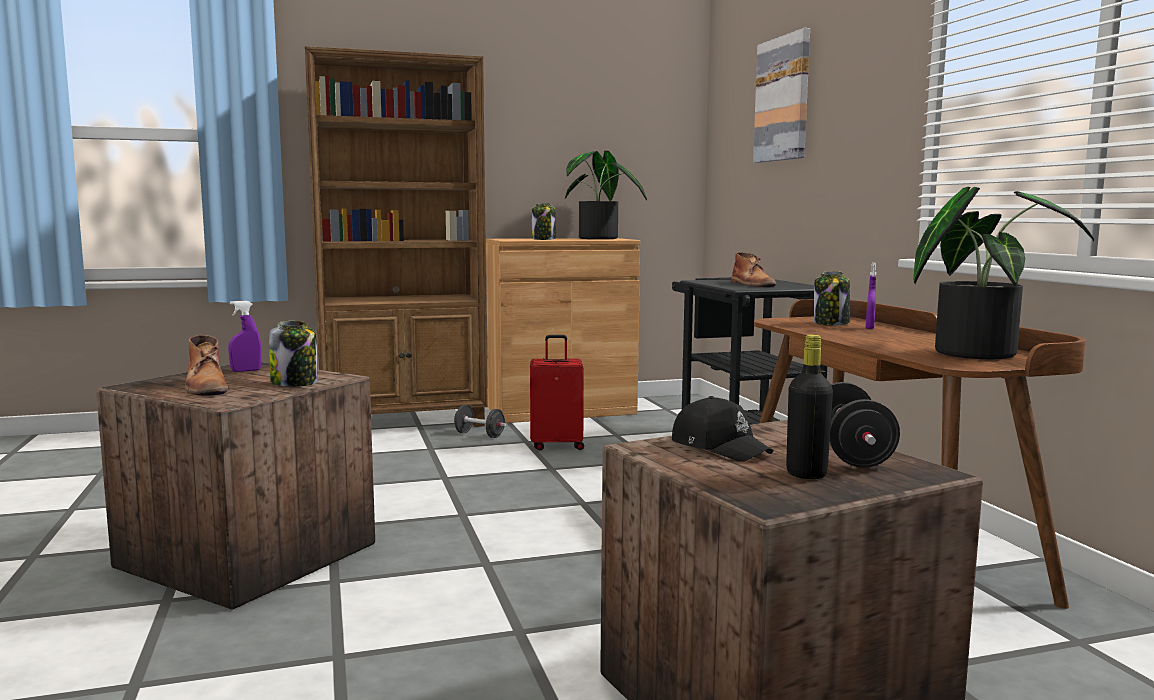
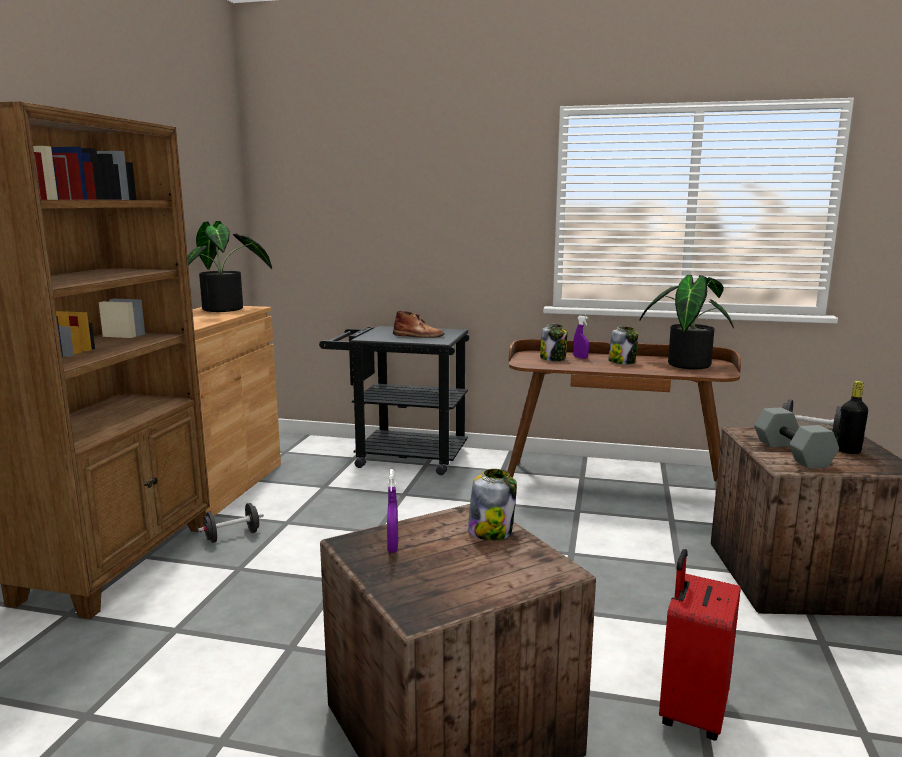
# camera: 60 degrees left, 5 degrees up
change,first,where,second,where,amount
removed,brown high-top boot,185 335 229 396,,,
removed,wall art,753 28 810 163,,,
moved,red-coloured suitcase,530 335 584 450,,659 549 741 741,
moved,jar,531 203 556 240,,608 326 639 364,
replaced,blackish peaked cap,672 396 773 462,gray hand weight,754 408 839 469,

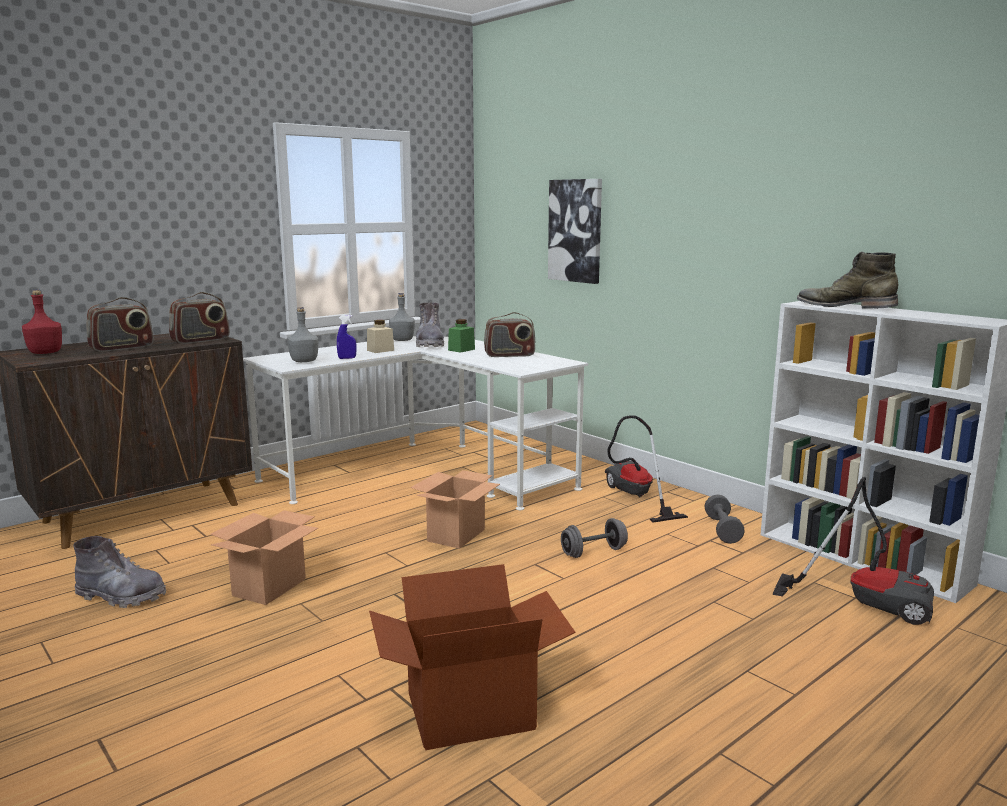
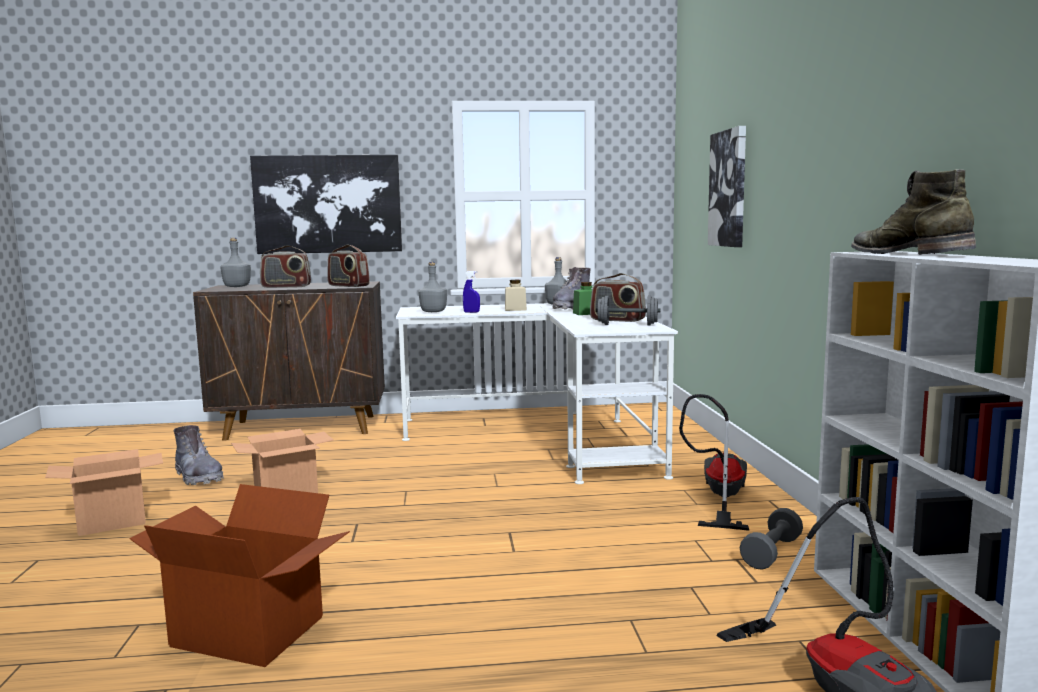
# camera: 35 degrees right, 5 degrees down
change,first,where,second,where,amount
added,,,wall art,250 155 402 254,
moved,cardboard box,411 470 500 549,,45 449 163 536,
moved,gray hand weight,561 518 628 558,,596 295 661 325,
recoloured,red-coloured beverage bottle,22 290 62 354,gray beverage bottle,220 238 251 287,
turned,radio receiver,169 292 230 344,,327 244 370 287,45 degrees clockwise

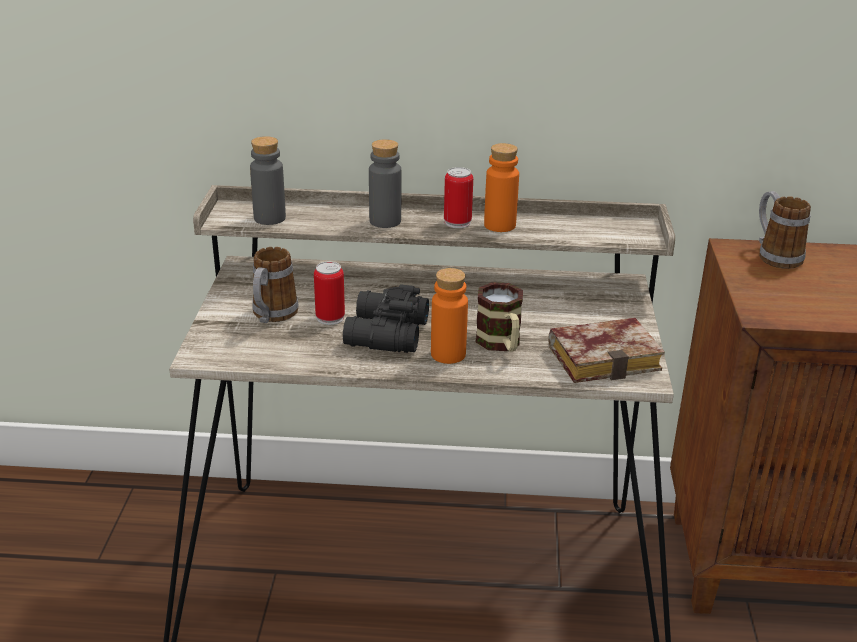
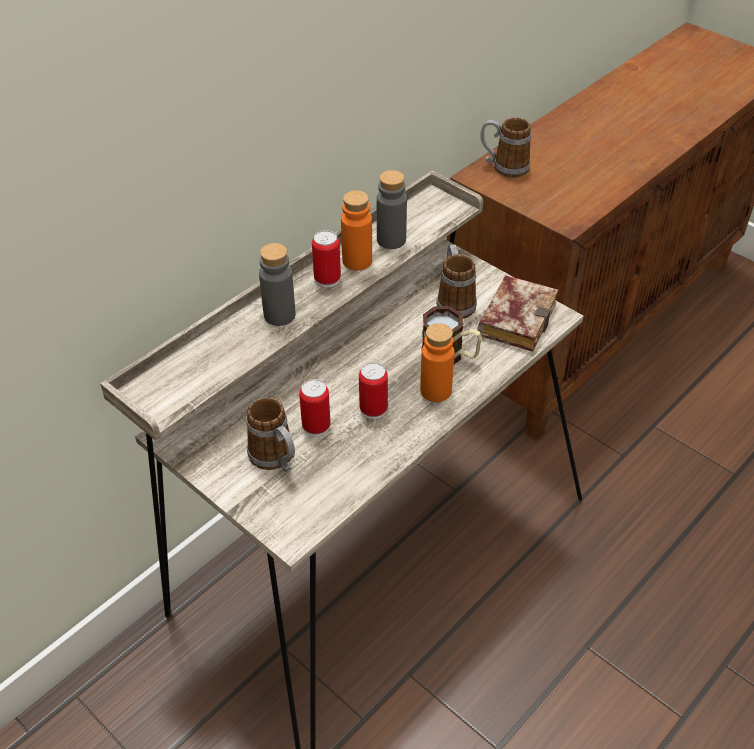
# camera: 50 degrees left, 15 degrees up
change,first,where,second,where,amount
added,,,mug,436 245 477 319,
moved,gray beverage bottle,250 136 286 225,,377 170 407 249,
replaced,blackish field glasses,343 284 429 353,metal can,359 362 388 419,

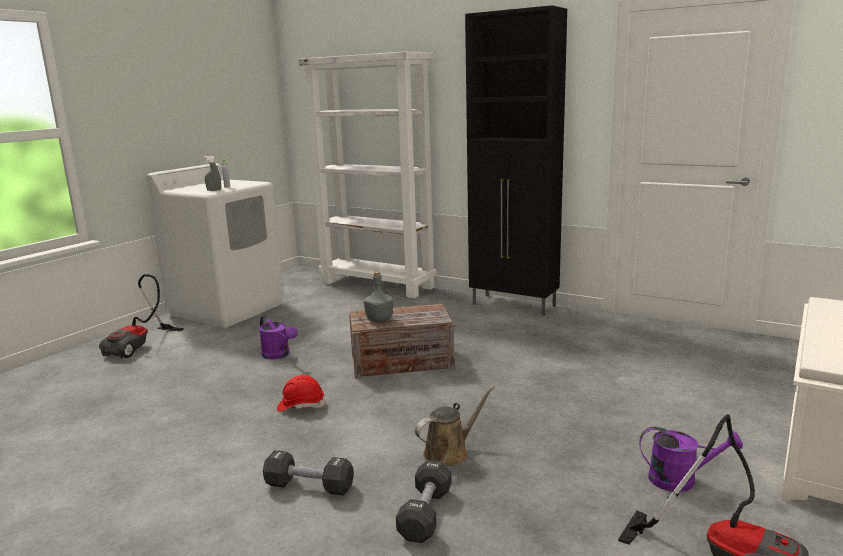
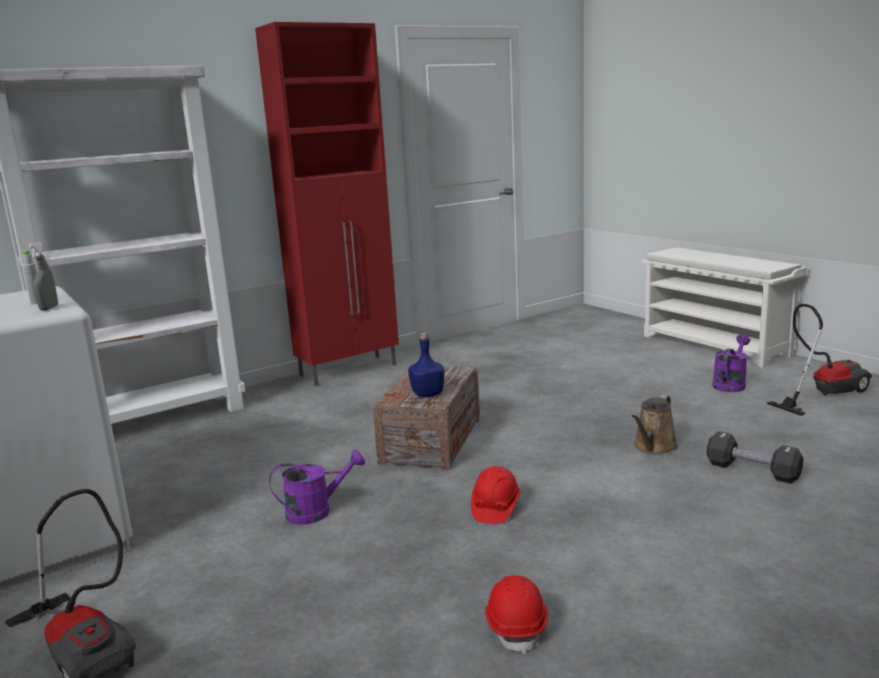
# camera: 65 degrees left, 0 degrees up
change,first,where,second,where,amount
removed,blackish hand weight,263 450 354 495,,,
added,,,red-coloured hard hat,485 575 548 654,
recoloured,gray beverage bottle,364 272 394 322,blue beverage bottle,408 333 445 397,
recoloured,blackish storage cabinet,465 5 567 316,red-coloured storage cabinet,255 22 399 386,
turned,brown watering pot,415 386 495 466,,632 395 678 455,135 degrees counterclockwise

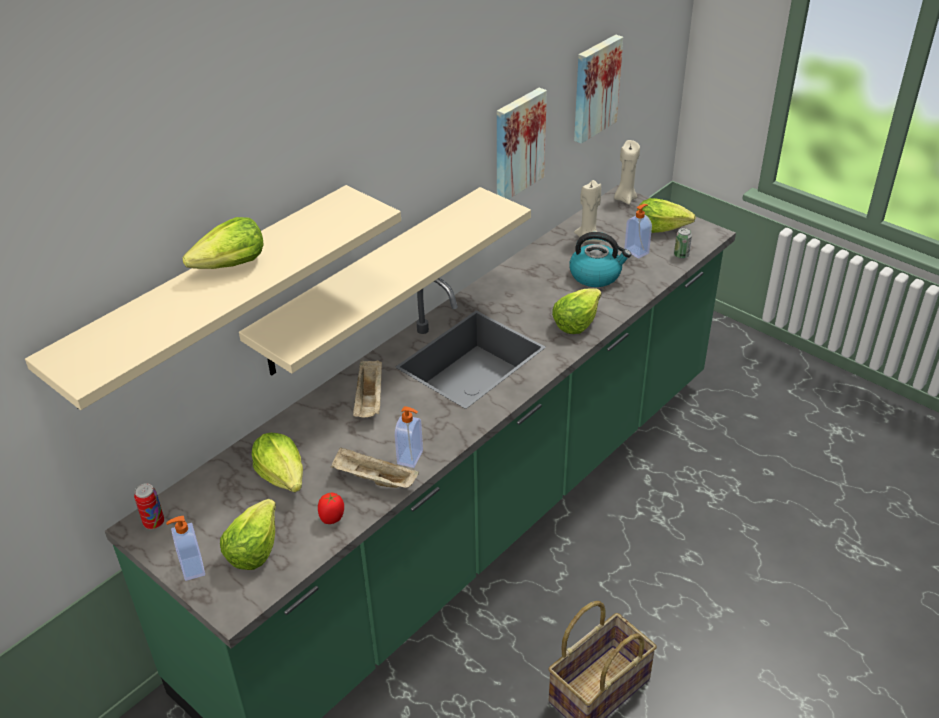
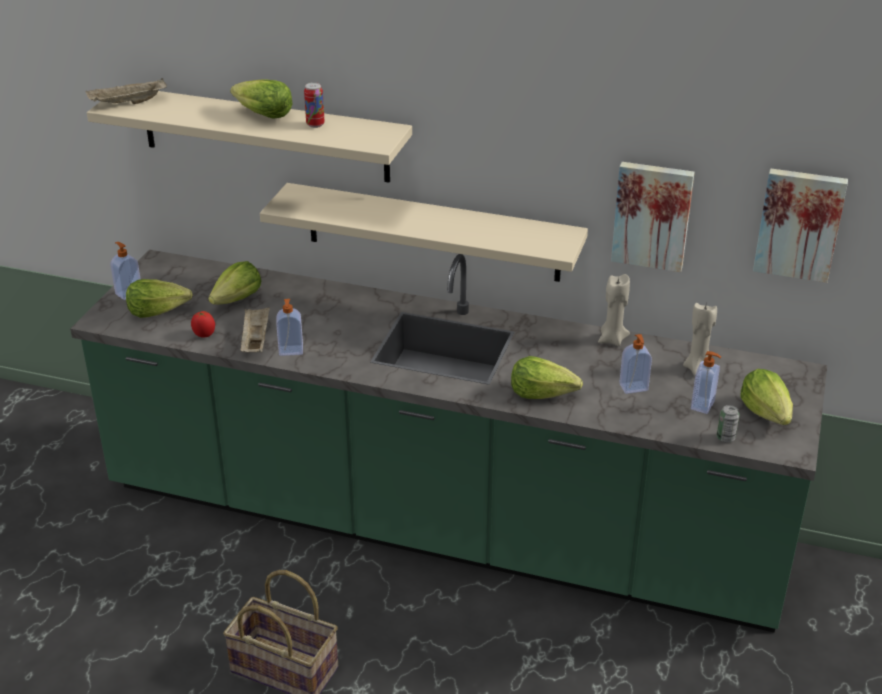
# camera: 65 degrees right, 5 degrees down
change,first,where,second,where,amount
moved,metal can,134 483 164 529,,304 82 325 128,
moved,beige-coloured serving tray,353 360 382 418,,86 78 167 104,
moved,beige-coloured candle,614 140 640 205,,598 274 630 346,
replaced,tea kettle,569 232 631 287,soap dispenser,619 334 652 394,

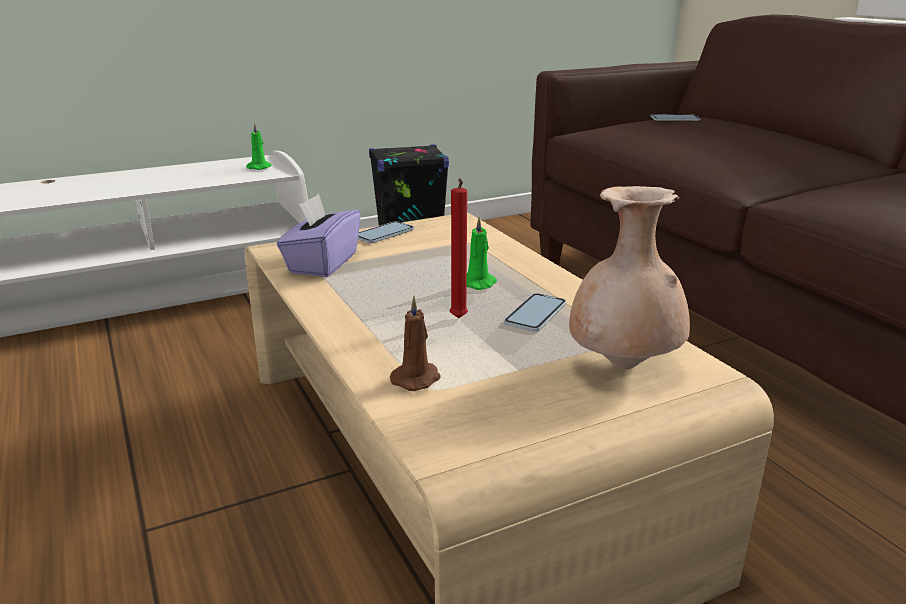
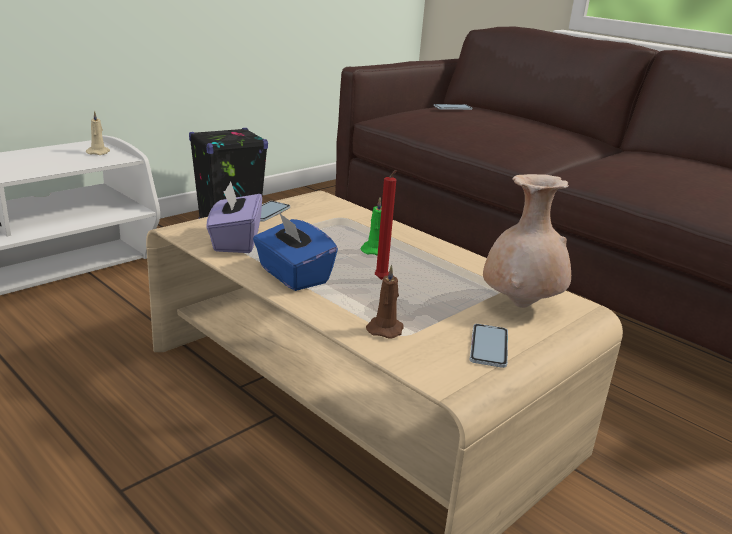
# camera: 20 degrees left, 0 degrees up
change,first,where,second,where,amount
added,,,blue tissue box,253 212 338 291,
moved,handset,504 293 566 332,,470 324 508 368,
recoloured,green-coloured candle,246 123 271 170,beige-coloured candle,86 111 110 155,

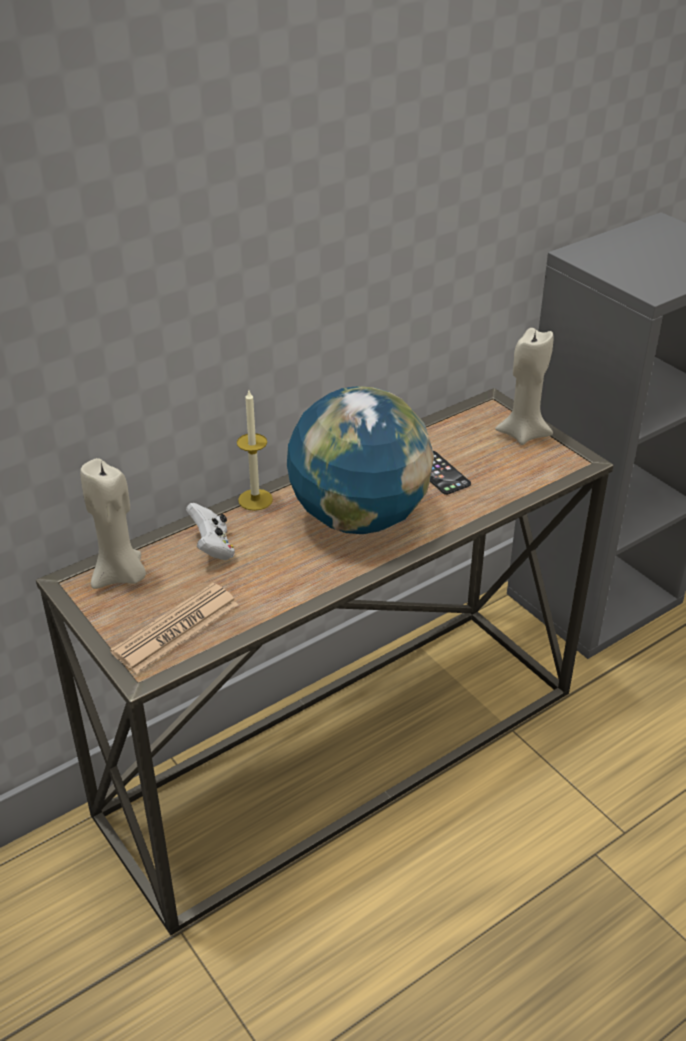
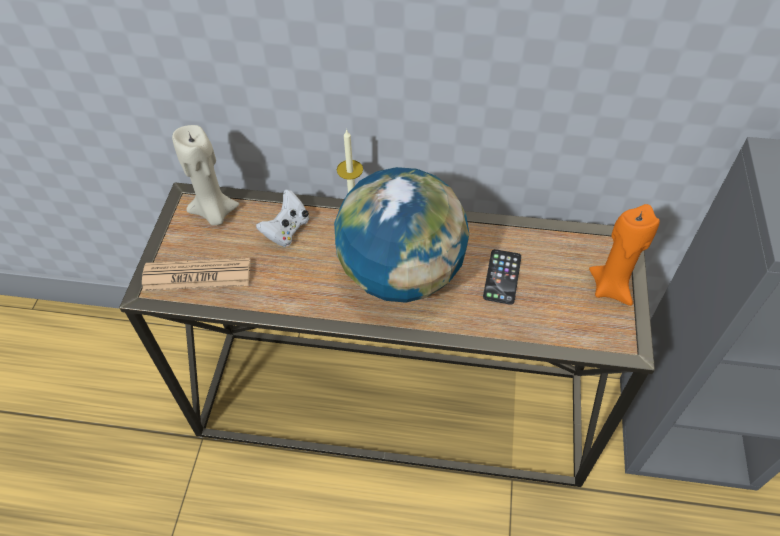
# camera: 45 degrees right, 15 degrees up
change,first,where,second,where,amount
recoloured,beige-coloured candle,495 328 553 445,orange-coloured candle,589 204 660 306,

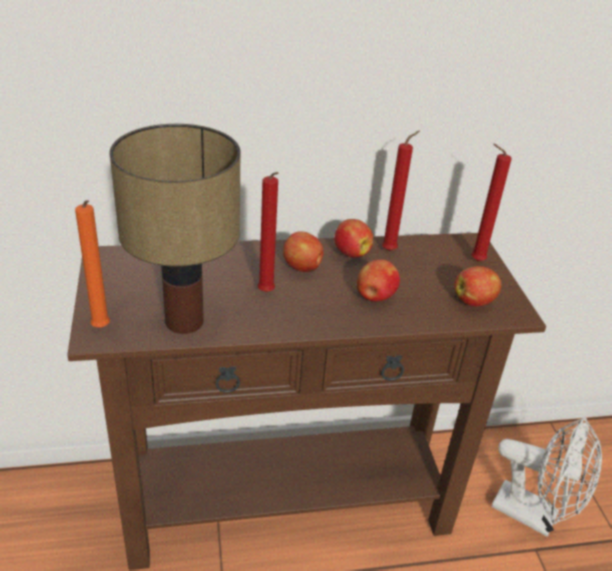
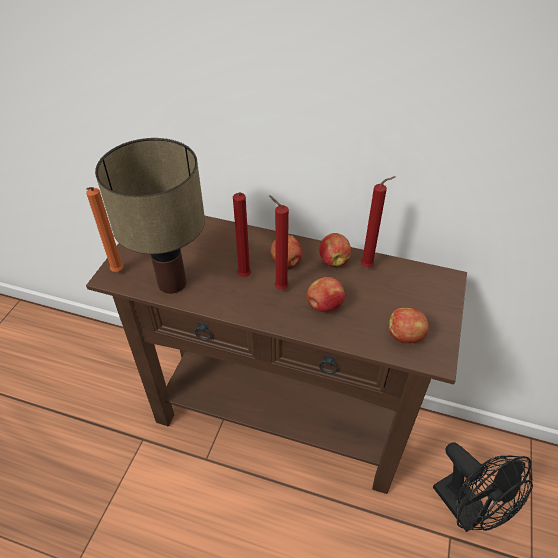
# camera: 30 degrees right, 10 degrees up
change,first,where,second,where,amount
moved,red-coloured candle,471 144 512 261,,269 195 289 290,
recoloured,white-coloured fan,492 418 602 537,blackish fan,433 442 533 532,

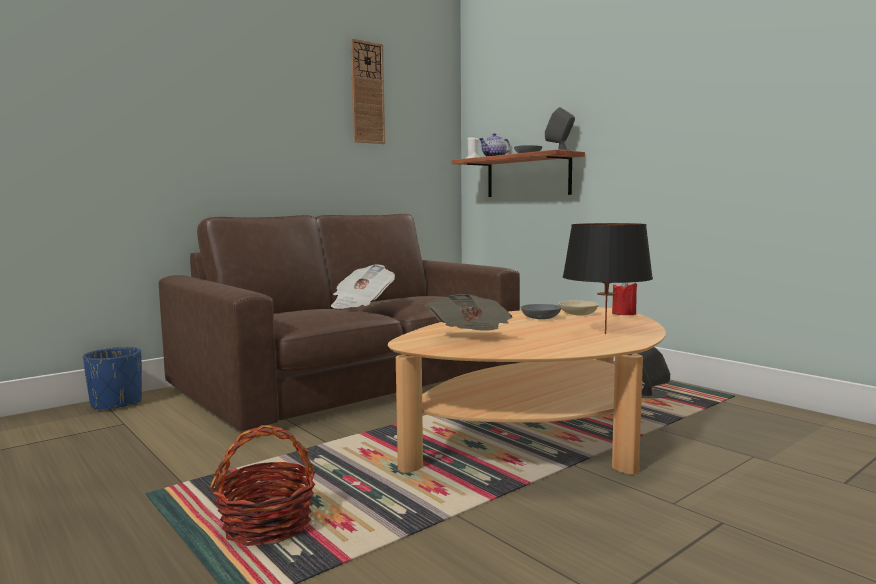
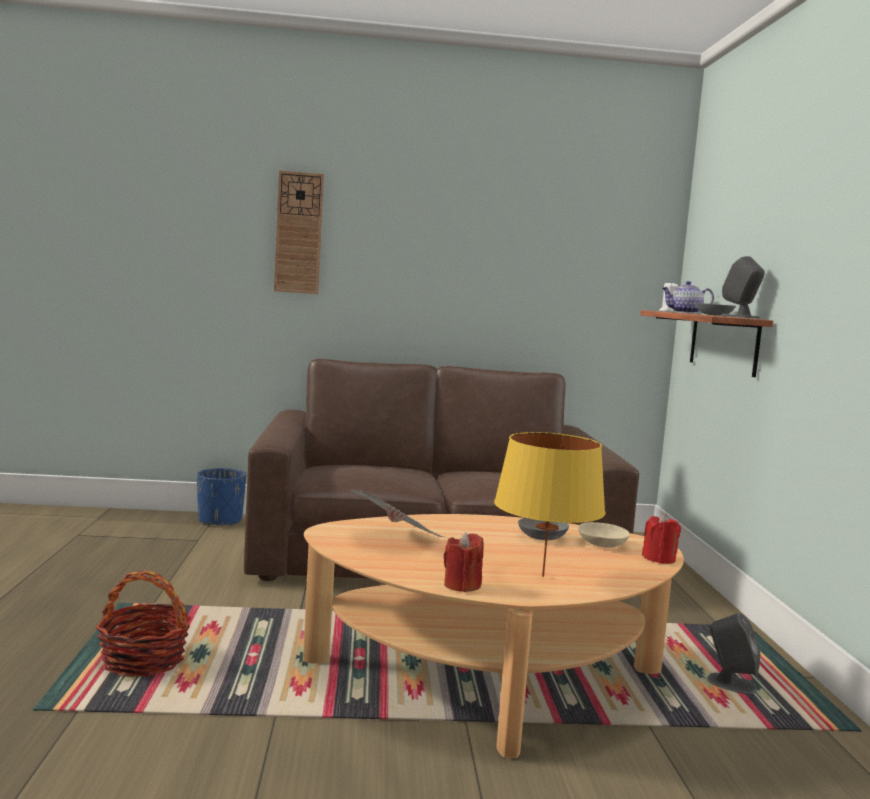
# camera: 35 degrees right, 0 degrees up
change,first,where,second,where,amount
removed,printed paper,331 264 395 309,,,
added,,,red-coloured candle,444 532 484 592,
moved,clock on the wall,350 38 385 144,,274 170 324 294,
recoloured,blackish lamp for a table,563 223 653 334,yellow-coloured lamp for a table,494 432 606 577,

